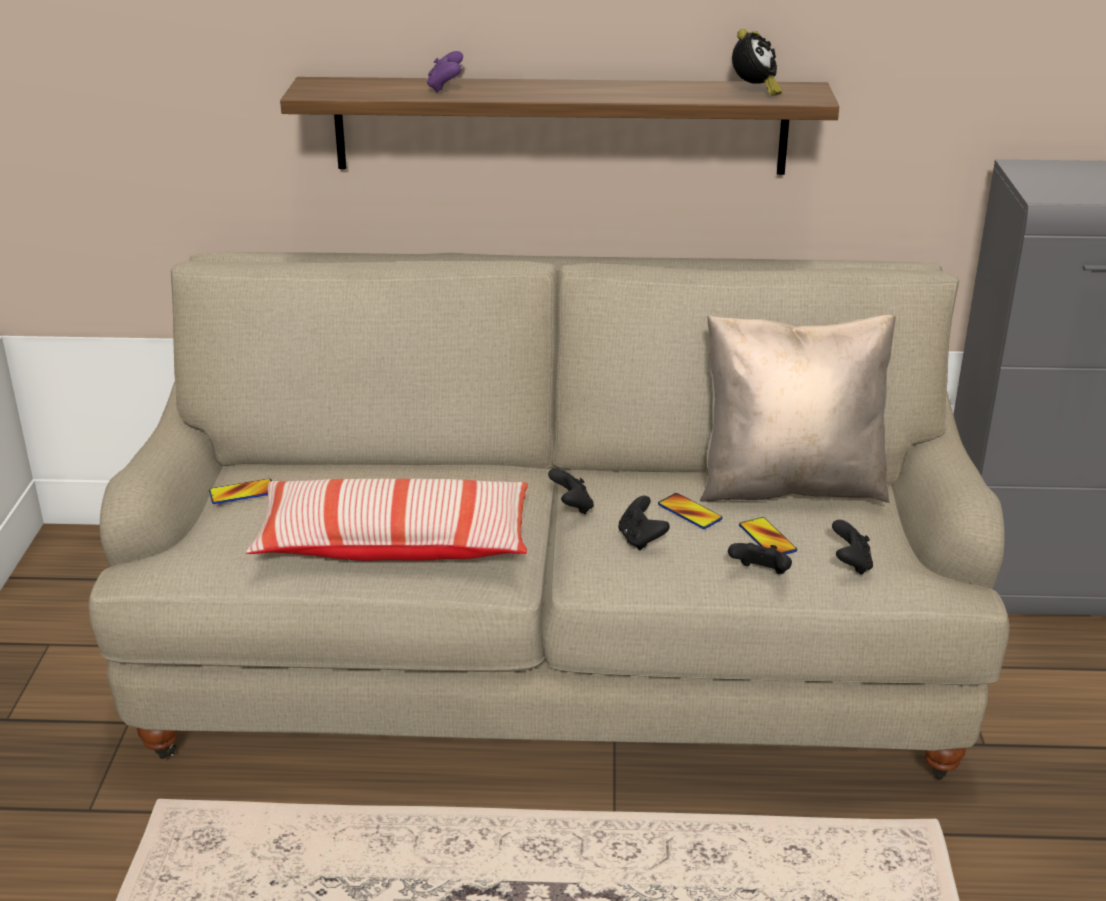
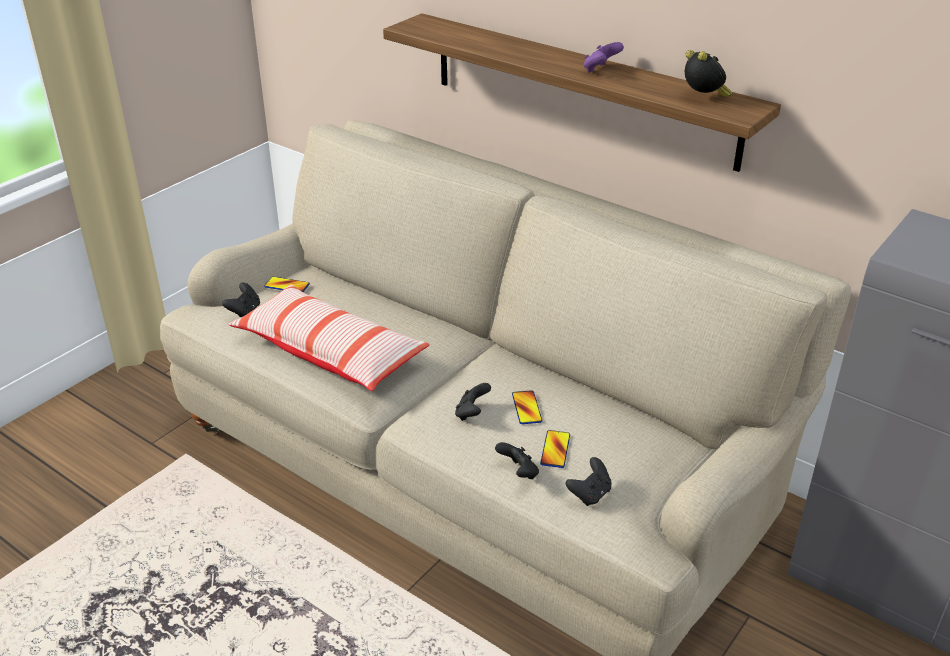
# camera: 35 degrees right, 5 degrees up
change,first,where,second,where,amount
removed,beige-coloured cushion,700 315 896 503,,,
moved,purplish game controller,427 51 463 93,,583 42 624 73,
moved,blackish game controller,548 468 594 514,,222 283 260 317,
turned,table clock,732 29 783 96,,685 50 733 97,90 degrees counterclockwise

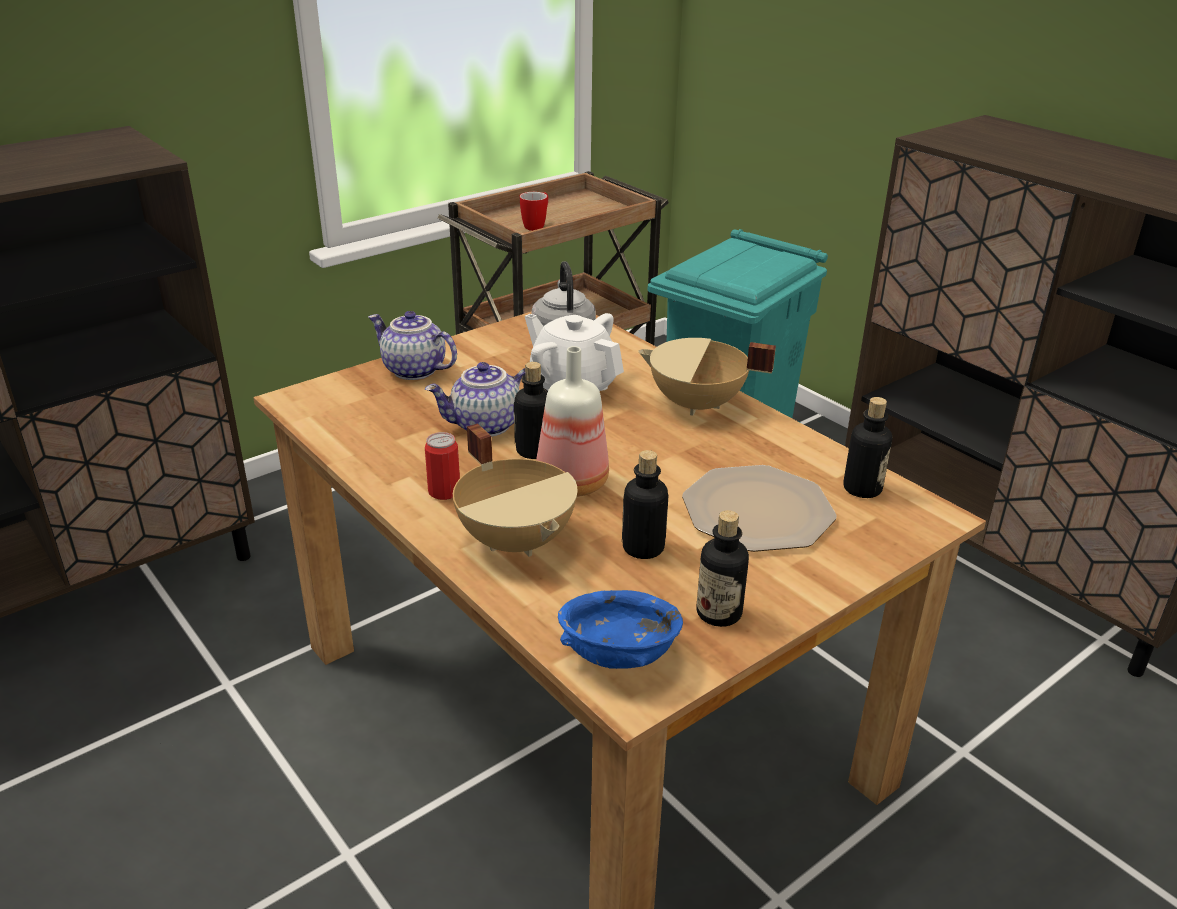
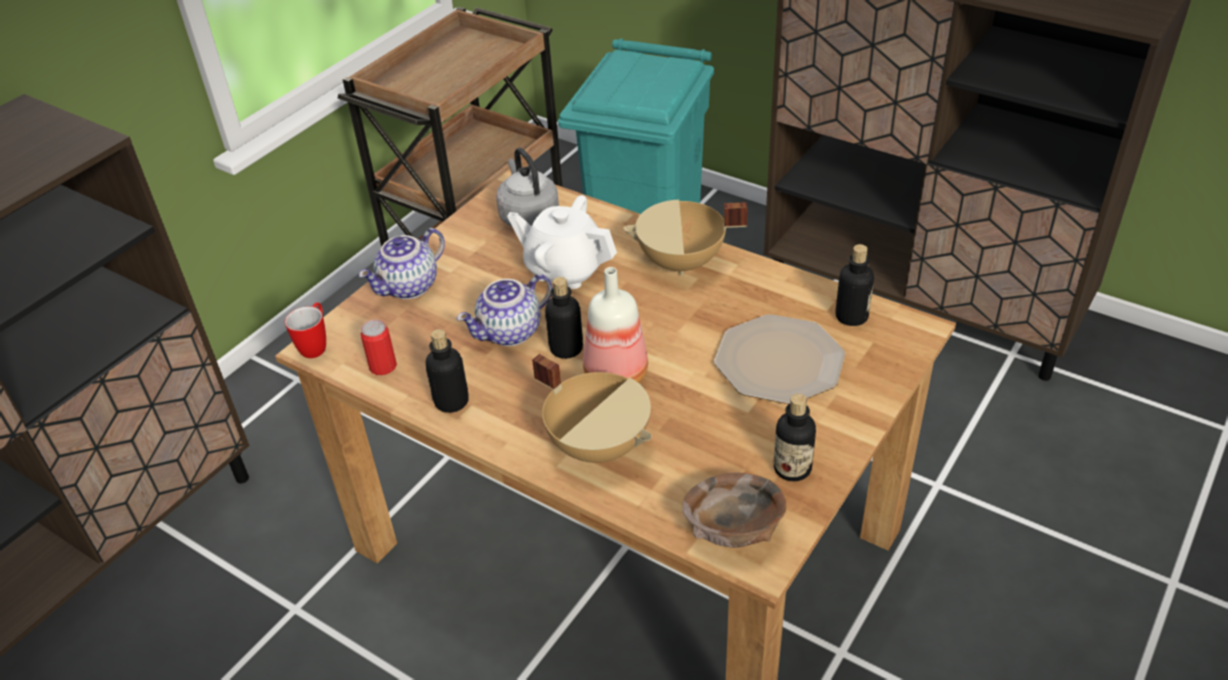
# camera: 15 degrees left, 10 degrees up
change,first,where,second,where,amount
moved,metal can,425 432 460 500,,360 320 397 375,
moved,mug,520 192 549 231,,285 302 326 358,
moved,beverage bottle,622 450 669 559,,426 329 469 413,
recoloured,blue serving bowl,558 590 683 669,brown serving bowl,683 472 786 548,
turned,tea pot,368 311 457 380,,359 228 445 299,60 degrees counterclockwise

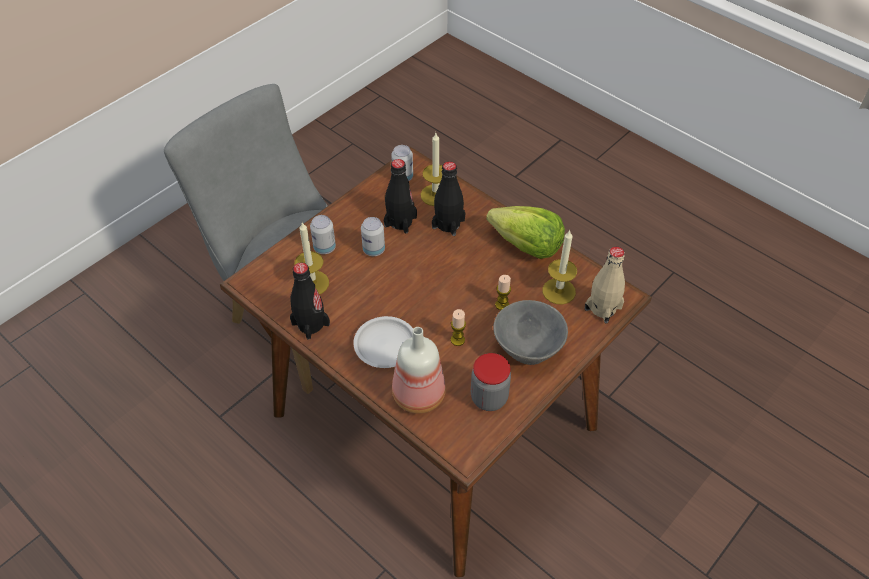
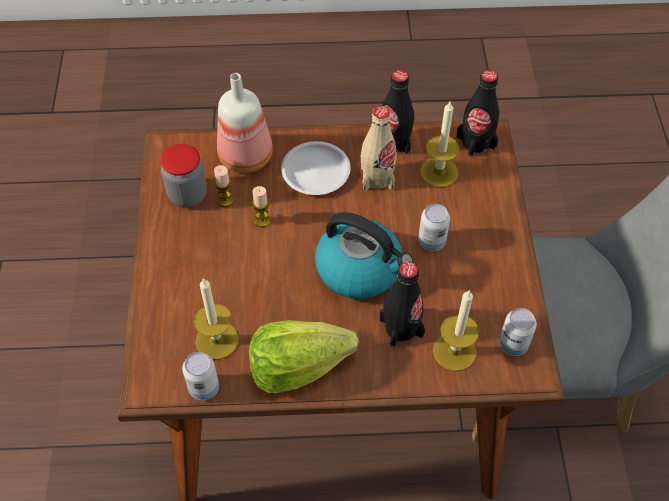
# camera: 135 degrees right, 5 degrees up
change,first,where,second,where,amount
removed,gray serving bowl,493 300 568 365,,,
added,,,tea kettle,315 212 414 299,
moved,metal can,310 215 336 254,,182 352 219 400,
moved,blackish beverage bottle,384 159 417 234,,456 70 499 157,
moved,candle,495 275 511 310,,214 165 234 207,
moved,beige-coloured beverage bottle,585 247 625 324,,361 106 397 191,

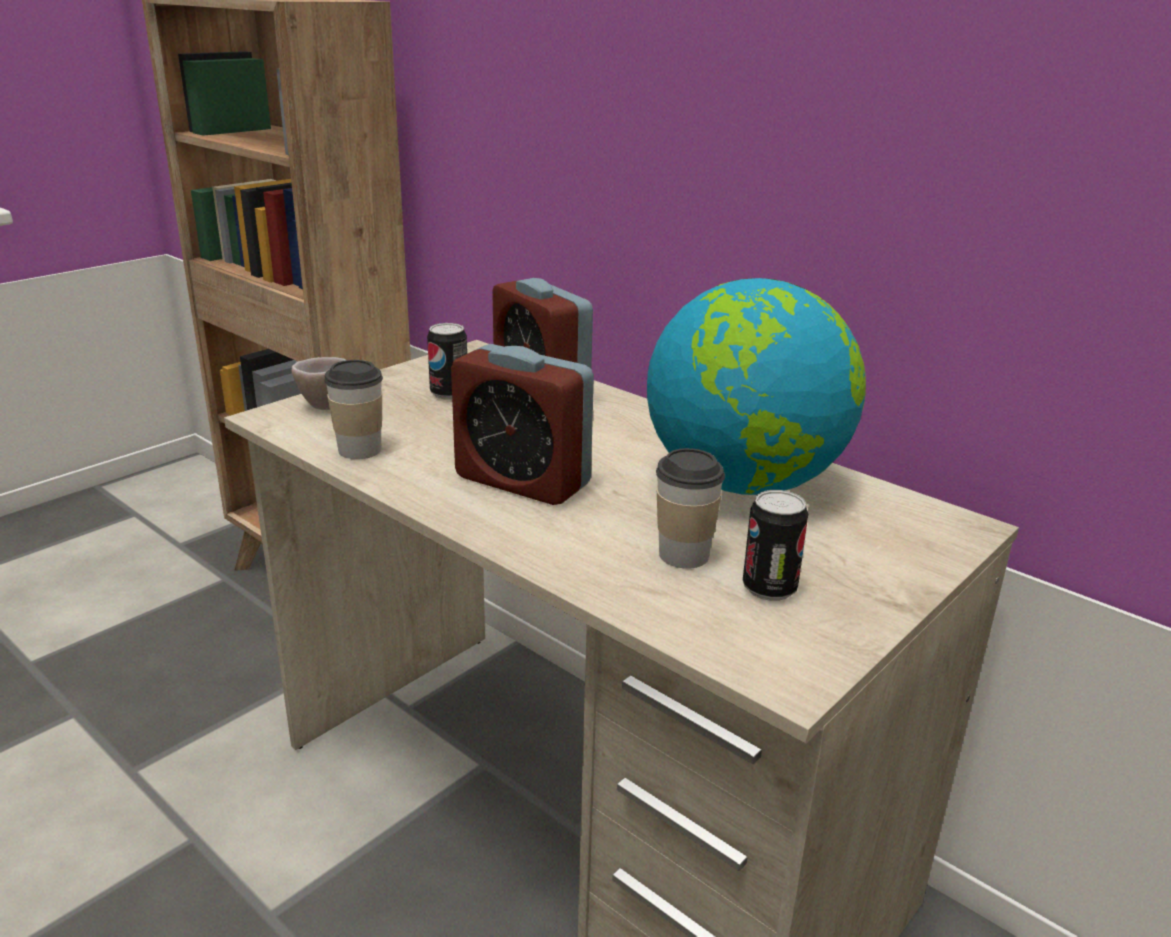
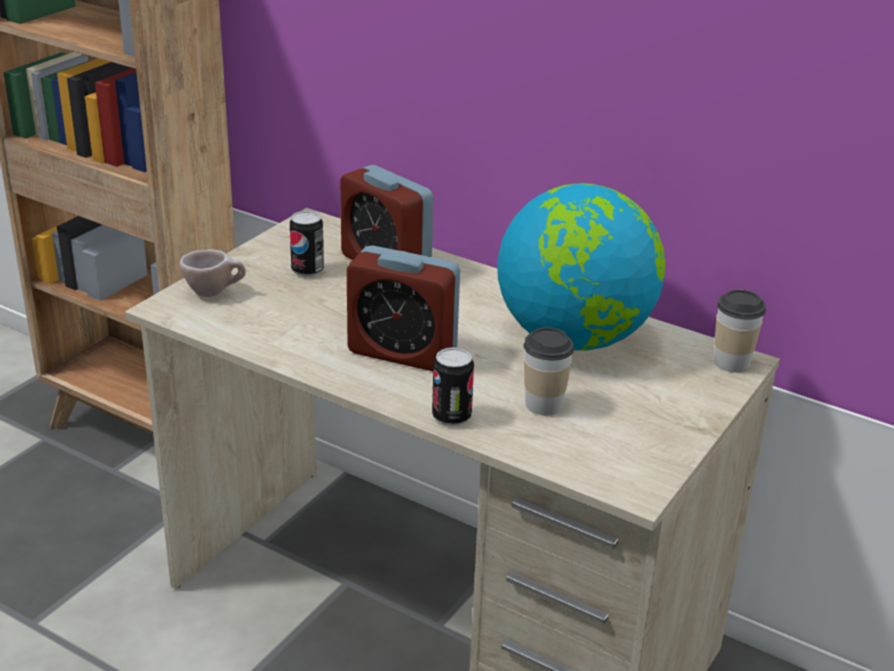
# camera: 10 degrees left, 5 degrees up
change,first,where,second,where,amount
moved,cup,325 360 383 459,,714 290 766 372,
moved,metal can,743 490 808 601,,432 347 474 426,

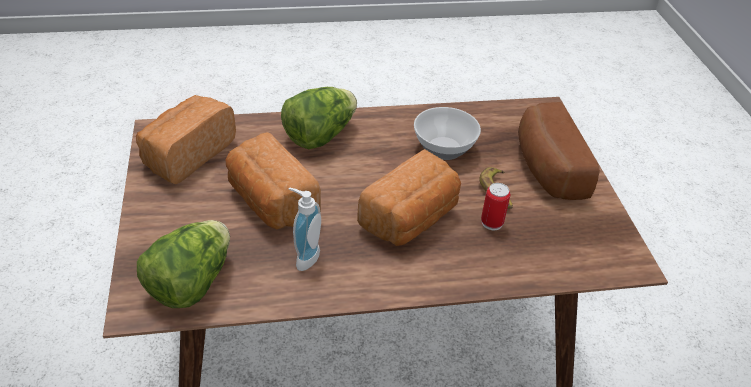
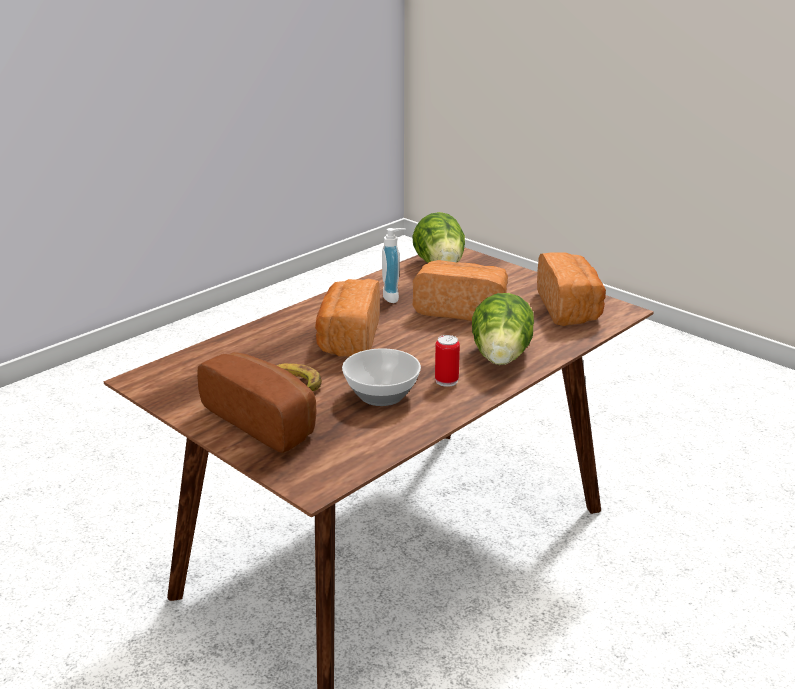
# camera: 145 degrees right, 15 degrees down
change,first,where,second,where,amount
moved,metal can,481 183 510 230,,435 335 460 387,

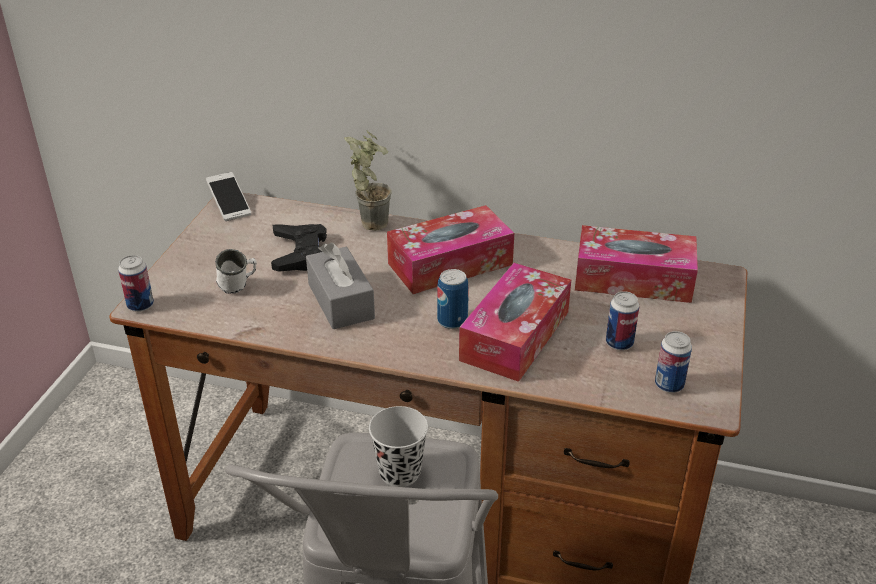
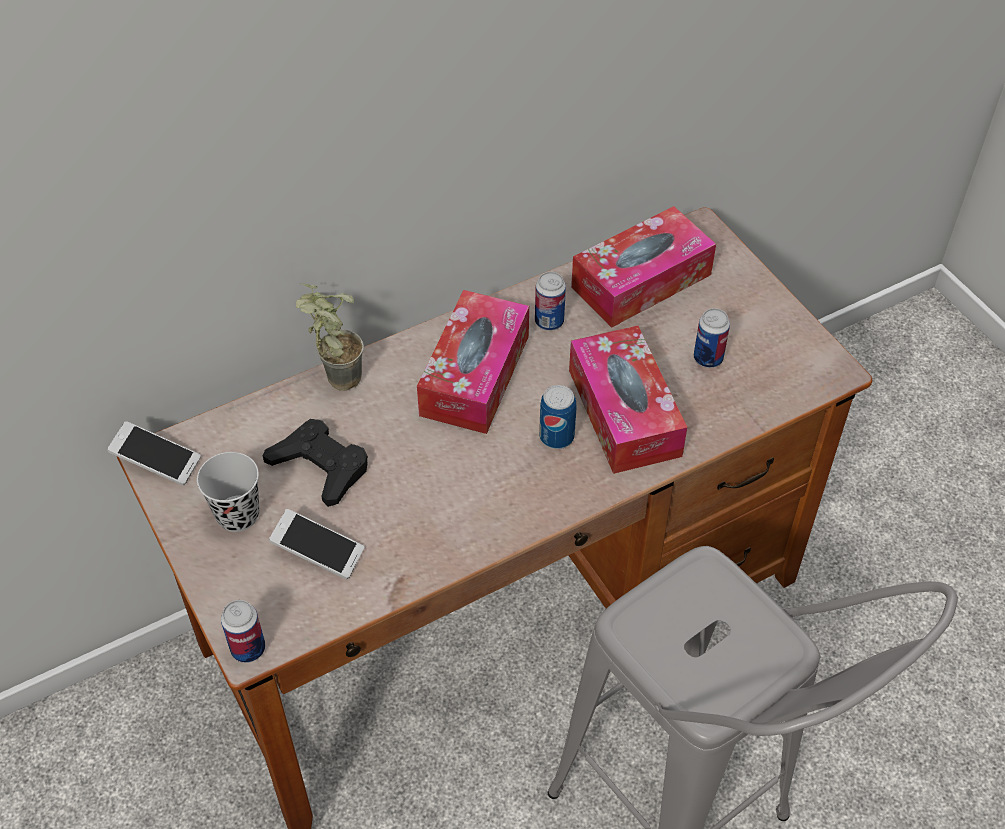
# camera: 45 degrees left, 15 degrees up
change,first,where,second,where,amount
removed,gray tissue box,306 242 375 329,,,
moved,blackish cup,369 406 428 487,,197 452 259 532,
moved,metal can,655 331 692 393,,535 272 566 331,
replaced,white-coloured mug,215 249 257 294,handset,269 509 364 579,

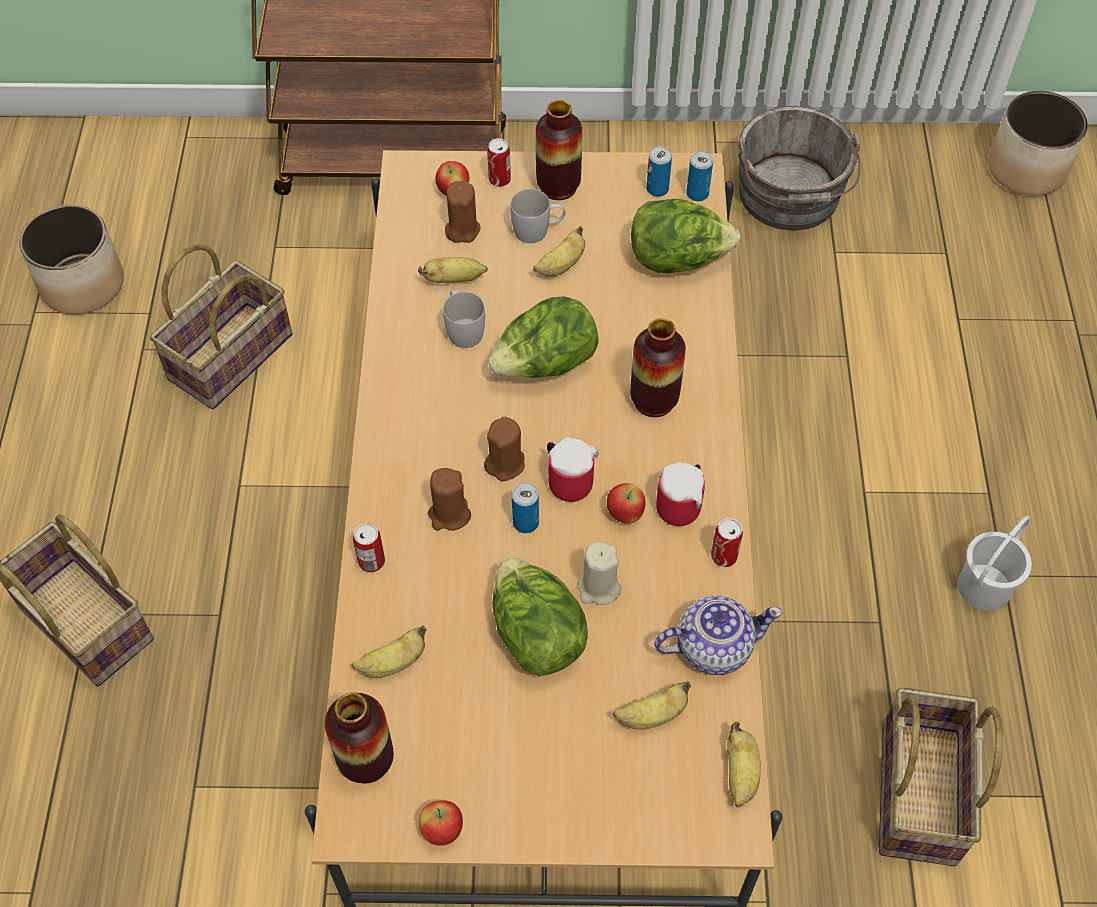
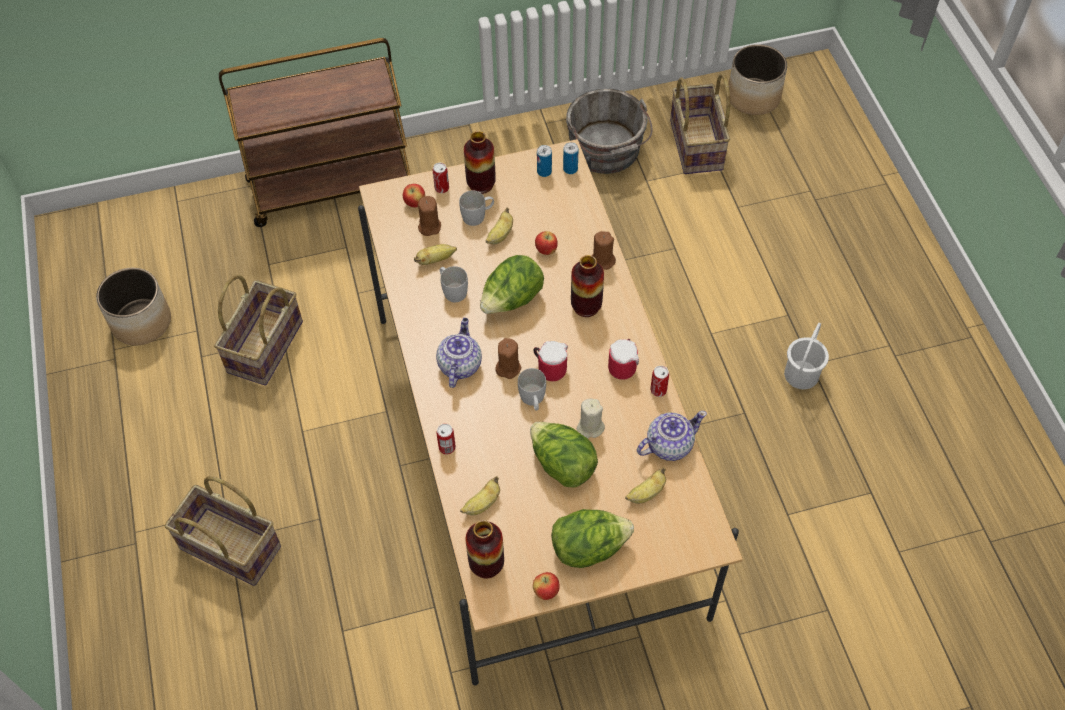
# camera: 15 degrees left, 0 degrees up
change,first,where,second,where,amount
removed,whole banana,727 722 761 807,,,
added,,,tea pot,436 318 482 388,
moved,brown candle,428 468 471 531,,592 231 616 270,
moved,apple,607 483 645 524,,535 231 558 255,
moved,lettuce head,631 199 741 273,,551 509 634 568,
moved,storage basket,879 688 1003 866,,670 73 730 174,
replaced,metal can,512 482 539 533,white-coloured mug,518 368 546 411,

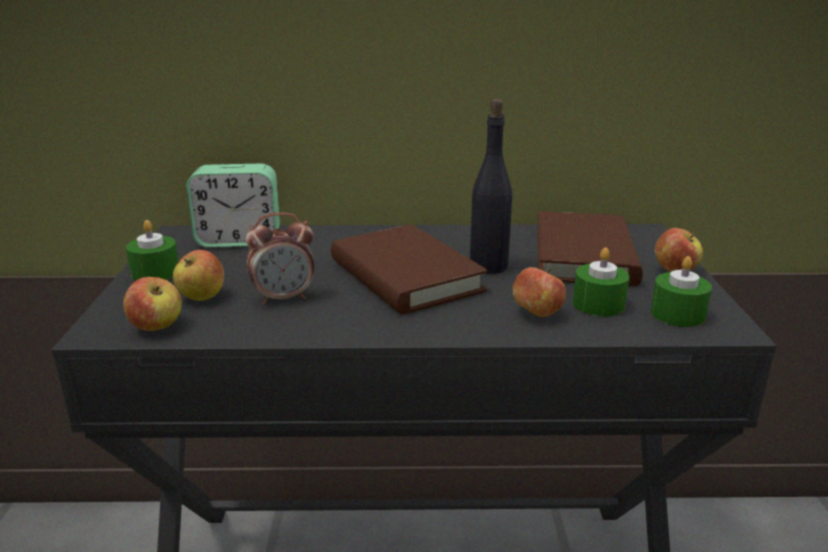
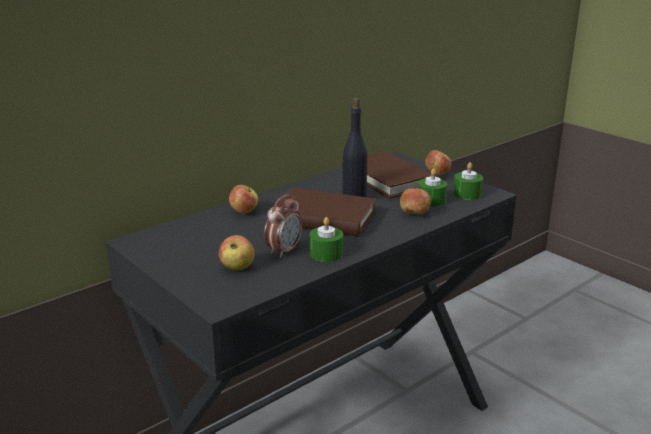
# camera: 40 degrees left, 0 degrees up
change,first,where,second,where,amount
removed,table clock,186 164 280 248,,,
moved,apple,123 277 182 331,,229 185 258 213,
moved,green-coloured candle,126 220 179 281,,309 217 343 262,

